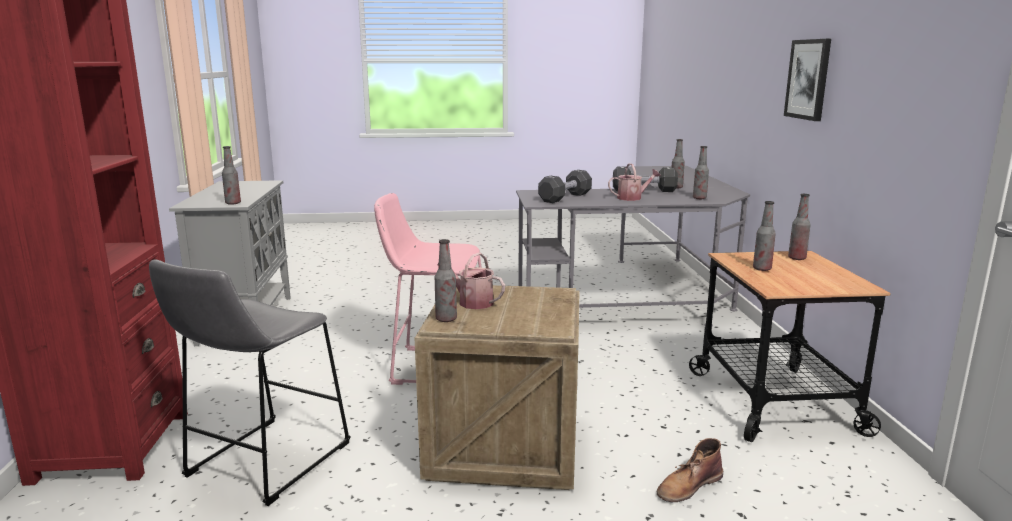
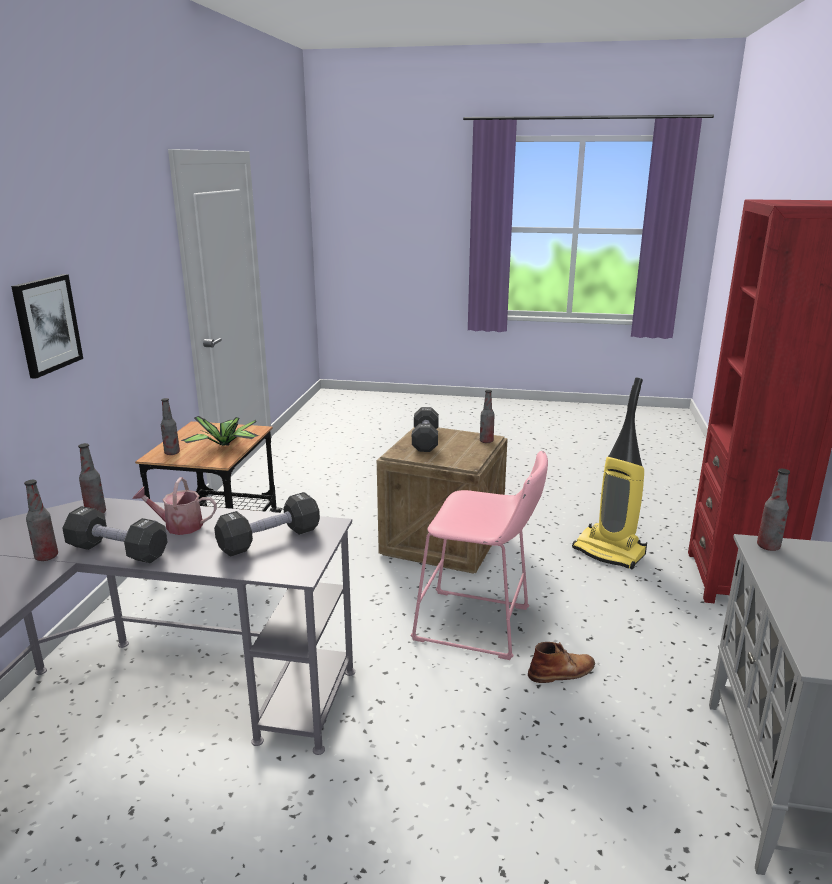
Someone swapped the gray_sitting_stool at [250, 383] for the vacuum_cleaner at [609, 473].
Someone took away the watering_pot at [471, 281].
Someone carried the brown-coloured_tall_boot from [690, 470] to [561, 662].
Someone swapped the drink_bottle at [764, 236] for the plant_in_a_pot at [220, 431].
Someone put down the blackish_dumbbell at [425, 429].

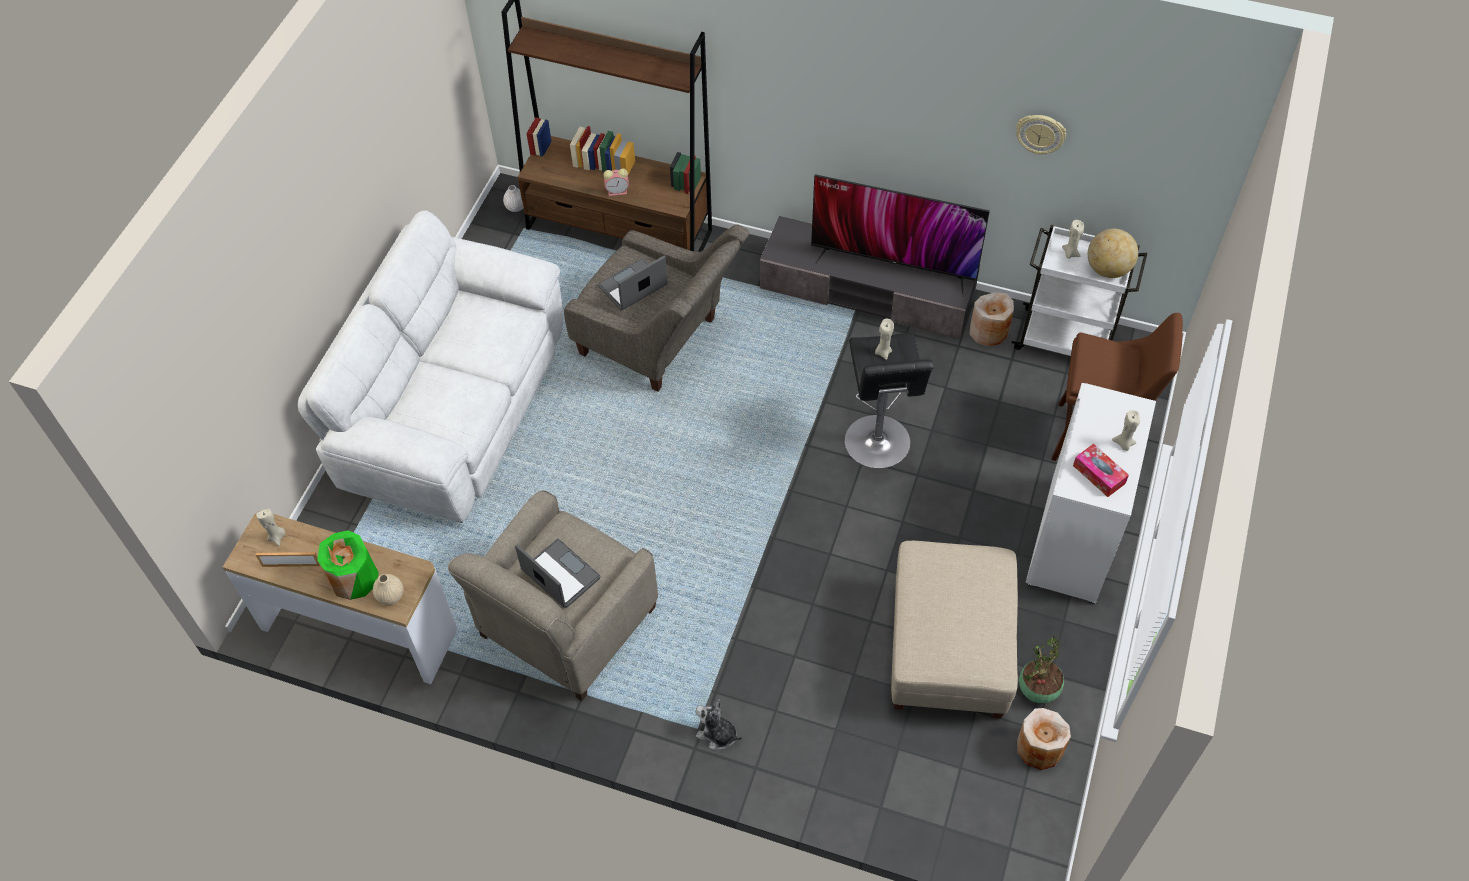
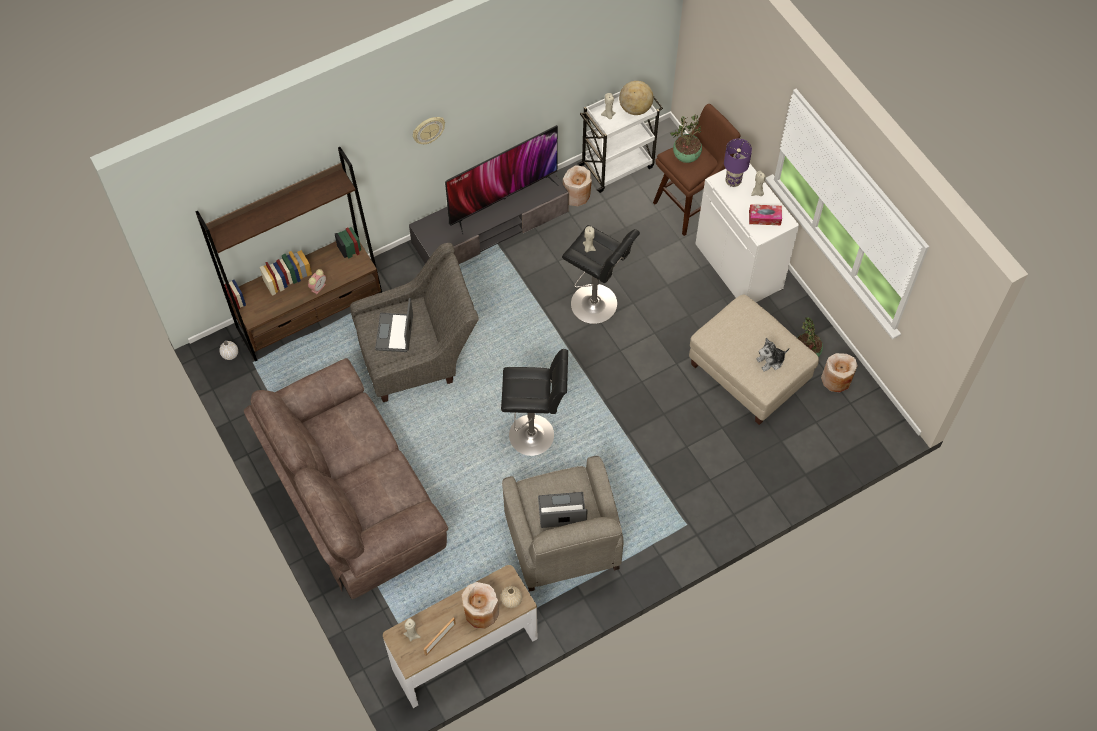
Someone repainted the white_sofa at [430, 367], which became the brown-coloured_sofa at [346, 478].
Someone repainted the green-coloured_vase at [348, 565], which became the beige_vase at [480, 605].
Someone carried the soft_toy from [719, 724] to [772, 355].
Someone carried the clock_on_the_wall from [1041, 135] to [429, 130].
Someone put down the blackish_sitting_stool at [534, 402].
Someone put down the plant_in_a_pot at [686, 138].
Someone put down the purplish_lamp_for_a_table at [738, 163].

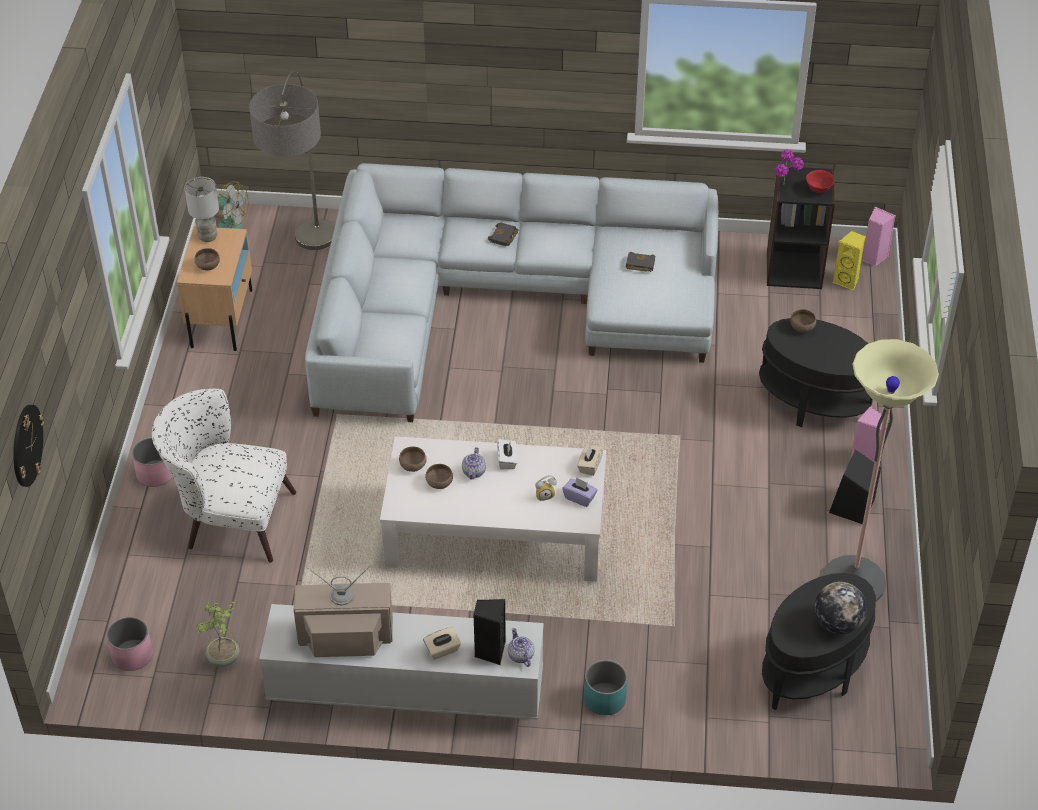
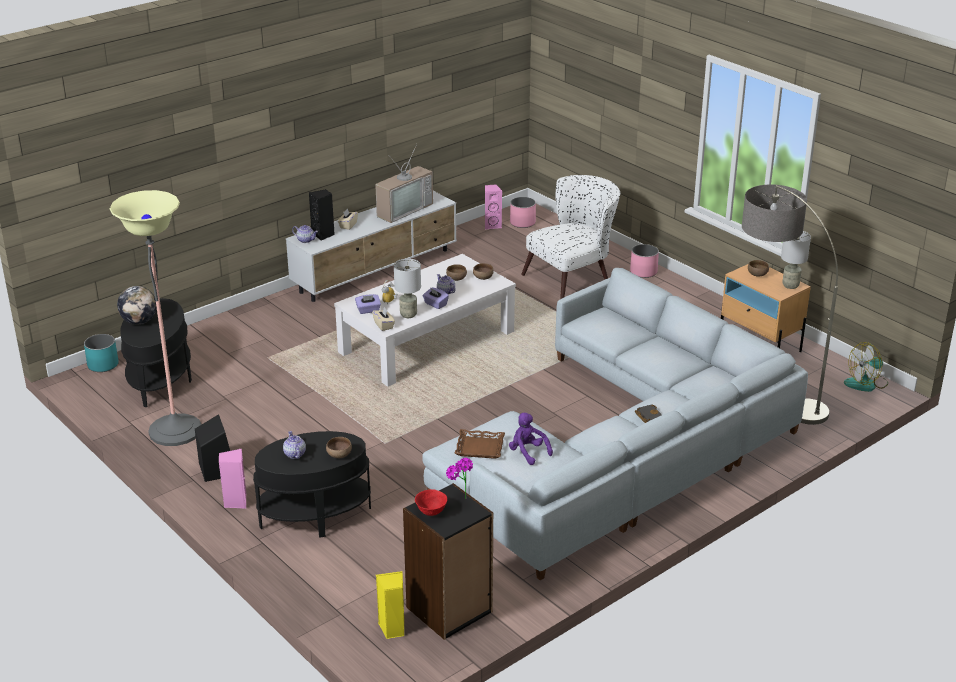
Someone took away the clock_on_the_wall at [28, 446].
Someone took away the plant_in_a_pot at [218, 634].
Someone repainted the white_box_of_tissues at [507, 454], which became the purplish_box_of_tissues at [436, 298].
Someone carried the turquoise_plant_pot from [605, 687] to [101, 353].
Someone swapped the blackish_volume at [640, 262] for the purplish_soft_toy at [531, 439].
Someone carried the pinkish_loudspeaker from [879, 236] to [493, 206].
Someone put down the tea_pot at [294, 445].
Someone put down the gray_lamp_for_a_table at [407, 288].
Someone put down the brown-coloured_carrying_tray at [479, 444].

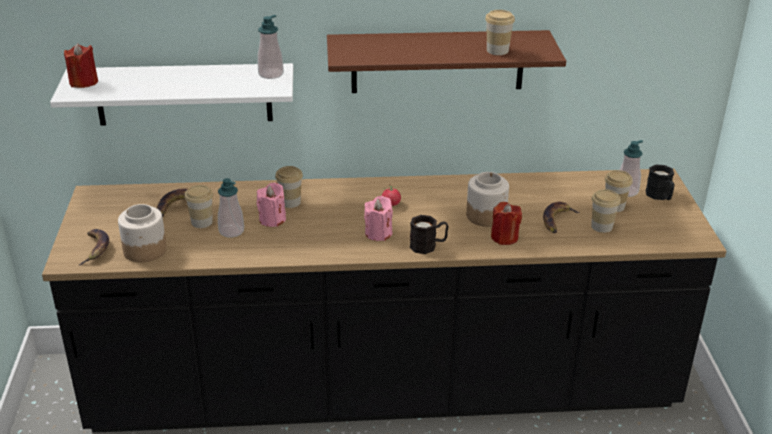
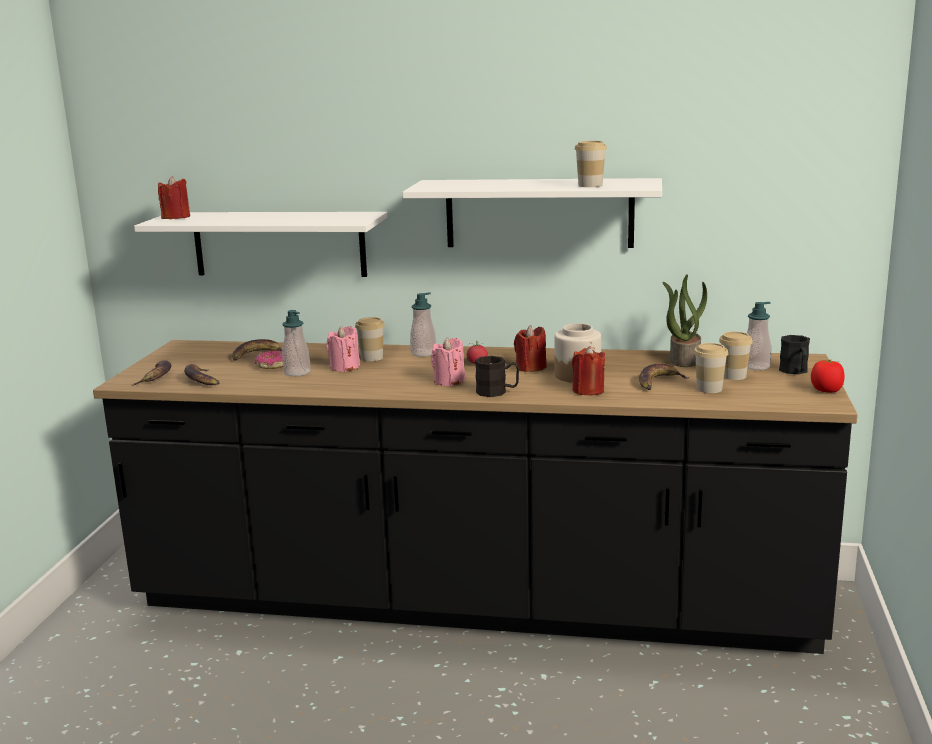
Someone swapped the storage_jar at [142, 233] for the banana_fruit at [201, 374].
Someone swapped the small_cup at [199, 206] for the donut at [268, 359].
Someone carried the liquid_soap_bottle from [270, 47] to [423, 324].
Someone repainted the brown-coloured_bracket_shelf at [446, 61], which became the white_bracket_shelf at [532, 213].
Someone put down the red-coloured_wax_candle at [530, 348].
Someone put down the plant_in_a_pot at [684, 320].
Someone put down the fresh_tomato at [828, 376].

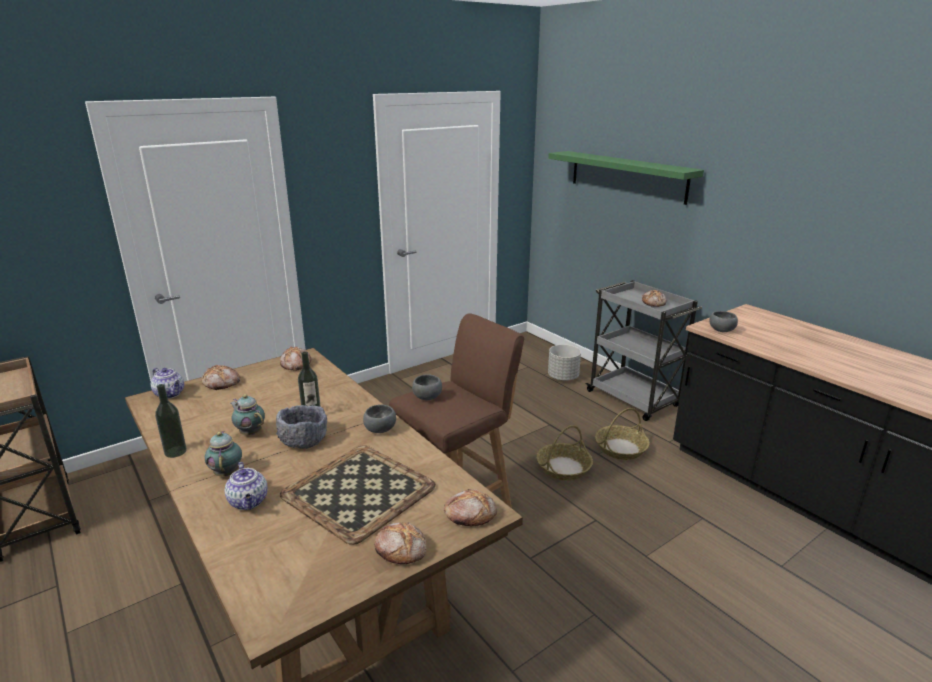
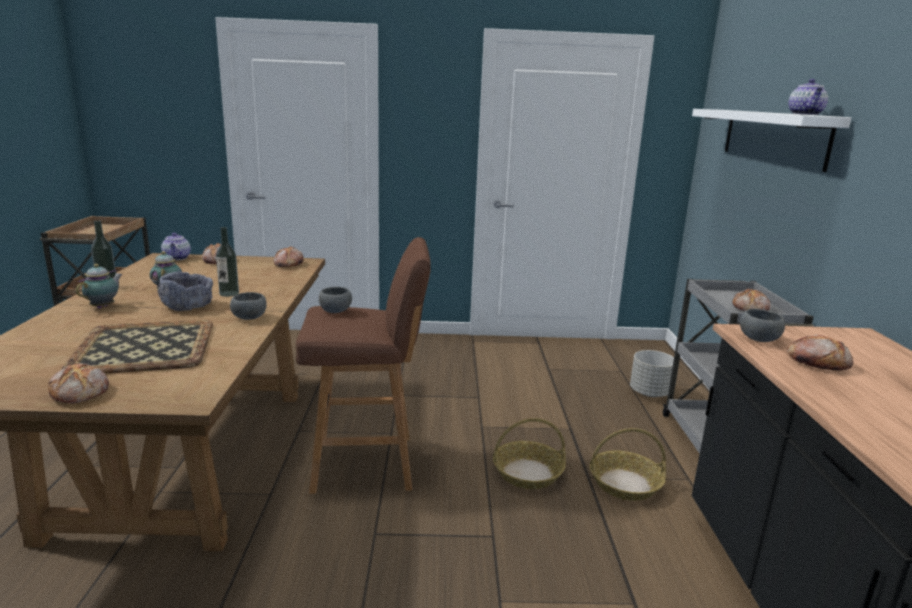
Someone carried the tea_pot from [246, 486] to [808, 97].
Someone carried the bakery_bread from [470, 507] to [820, 353].
Someone repainted the green-coloured_bracket_shelf at [626, 178], which became the white_bracket_shelf at [771, 140].

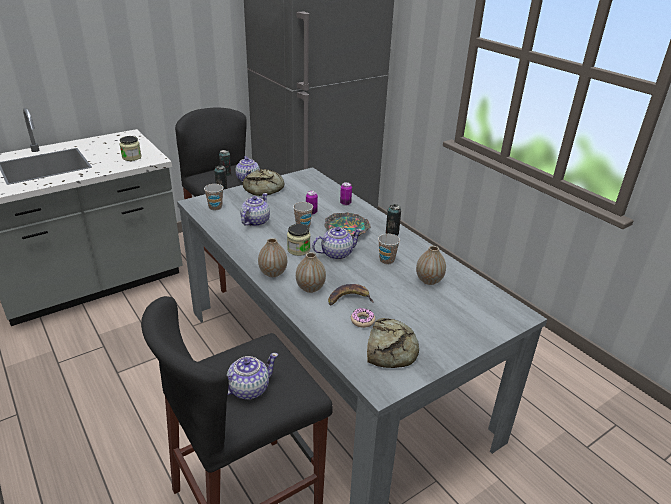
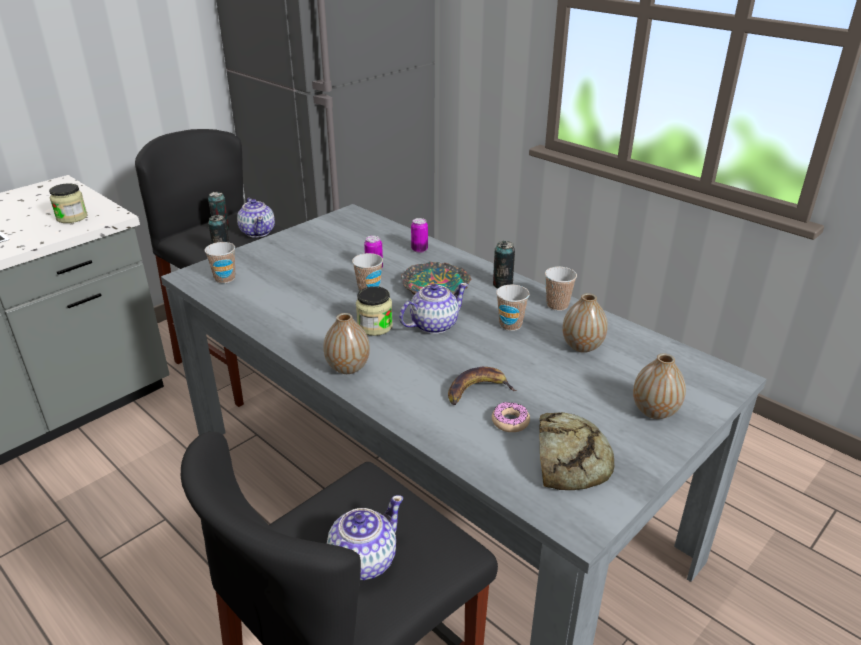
Someone took away the tea_pot at [255, 209].
Someone took away the bakery_bread at [264, 182].
Someone carried the vase from [311, 272] to [659, 386].
Someone put down the small_cup at [561, 289].

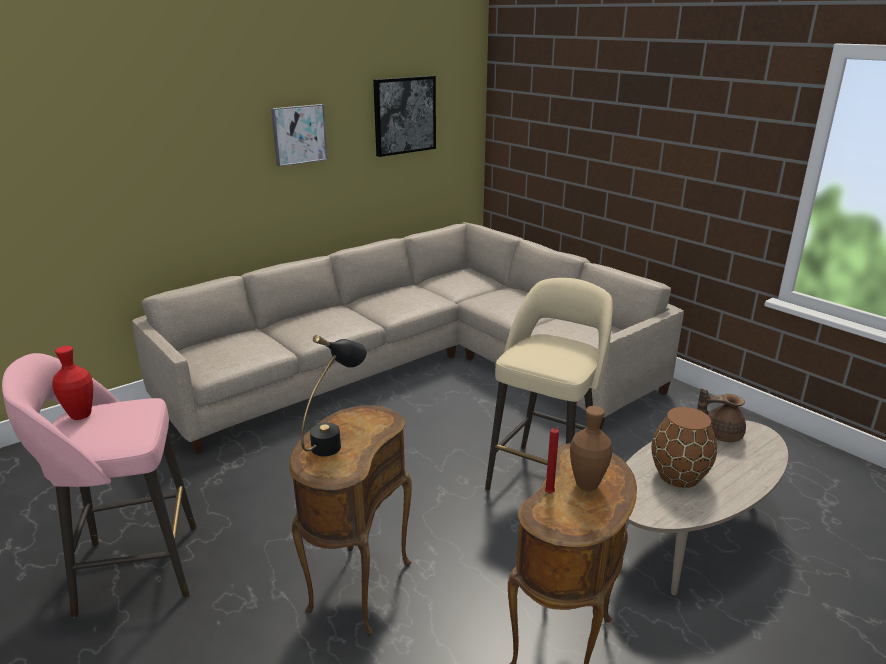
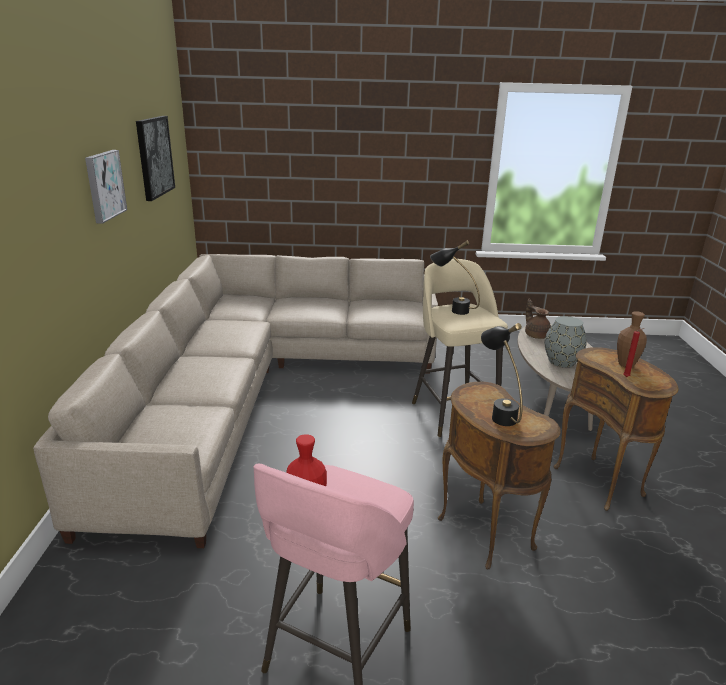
Someone repainted the brown-coloured_vase at [684, 447], which became the gray_vase at [566, 341].
Someone rotated the brown-coloured_tea_pot at [721, 415] by 105 degrees clockwise.
Someone put down the blackish_lamp_for_a_table at [455, 278].

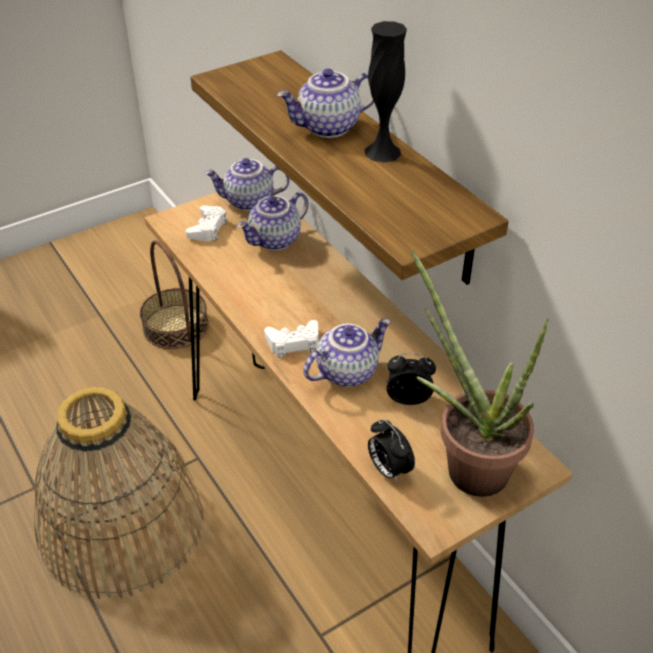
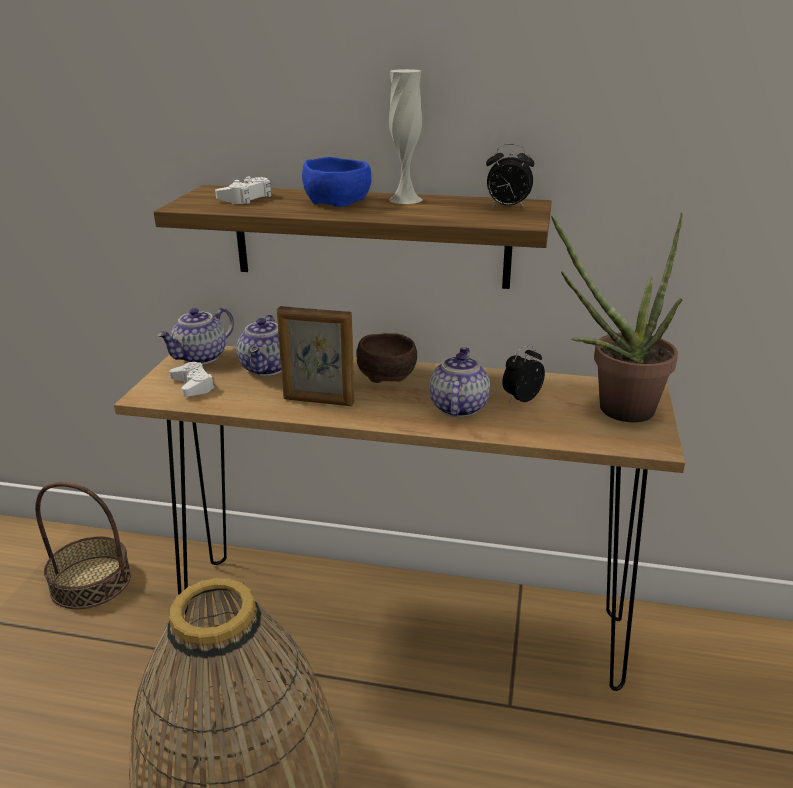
Someone carried the white_joypad from [291, 339] to [243, 190].
Someone swapped the tea_pot at [325, 103] for the blue_deep_dish at [336, 182].
Someone repainted the blackish_vase at [386, 92], which became the white_vase at [405, 136].
Someone carried the table_clock from [391, 451] to [510, 176].
Someone put down the picture_frame at [315, 356].
Someone put down the brown-coloured_deep_dish at [386, 358].

